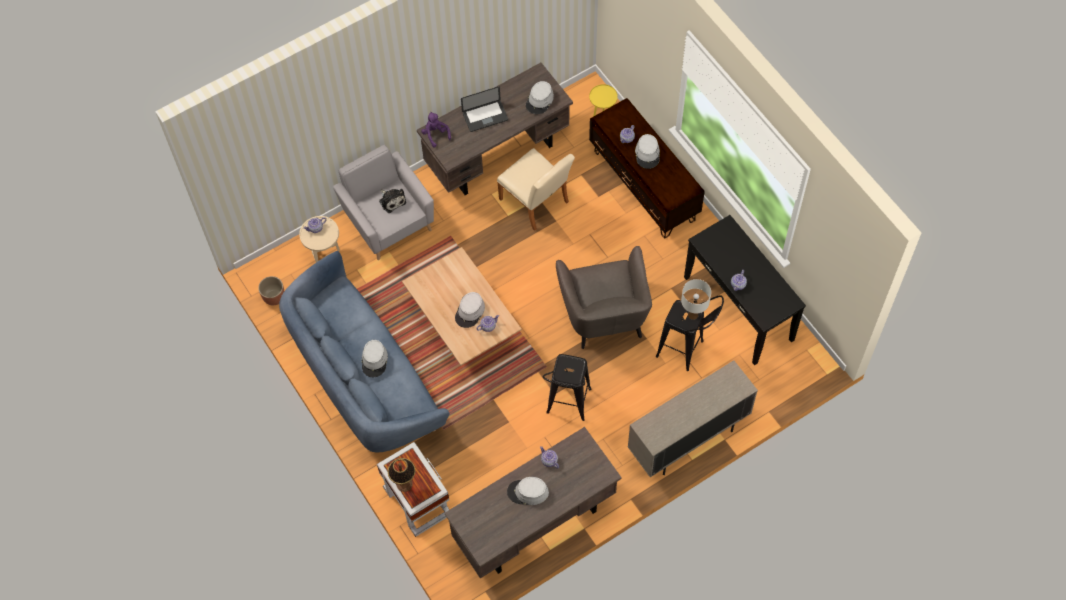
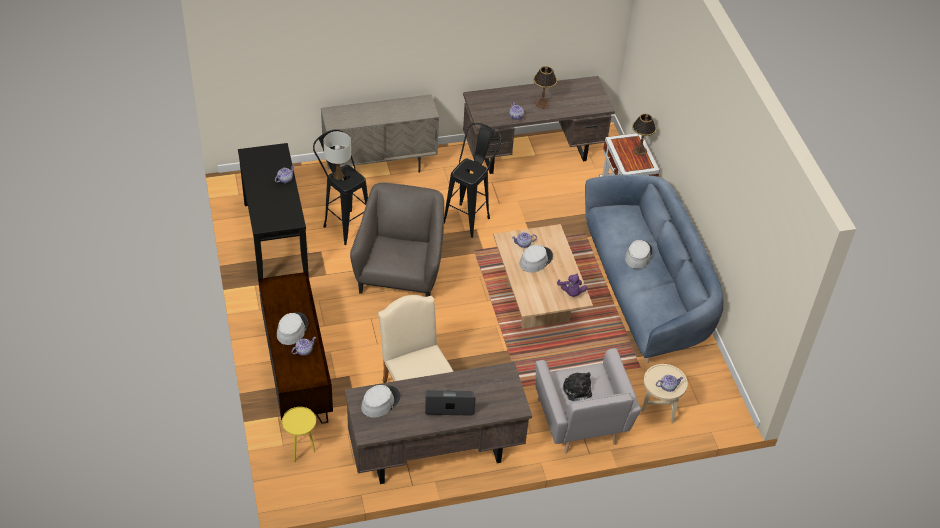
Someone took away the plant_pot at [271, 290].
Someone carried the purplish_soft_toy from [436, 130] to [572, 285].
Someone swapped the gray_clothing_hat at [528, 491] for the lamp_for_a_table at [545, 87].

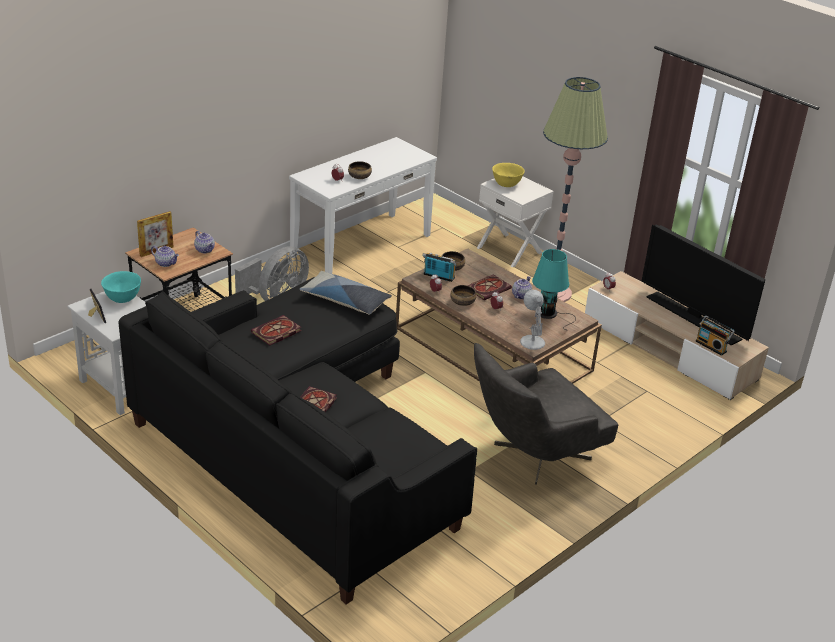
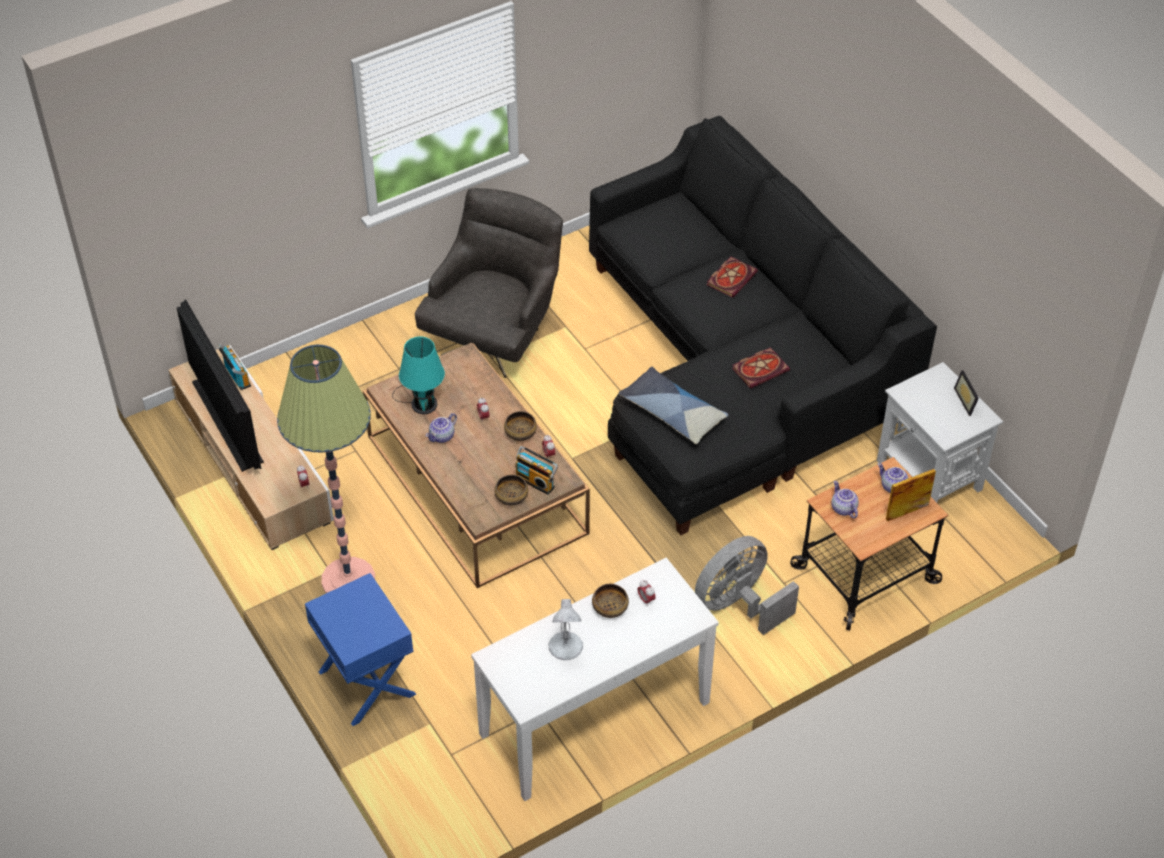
Someone took away the turquoise_deep_dish at [121, 287].
Someone took away the volume at [490, 287].
Someone rotated the gray_lounge_chair at [546, 414] by 45 degrees counterclockwise.
Someone repainted the white_night_table at [515, 222], which became the blue_night_table at [360, 649].
Someone took away the yellow-coloured_deep_dish at [508, 175].
Someone carried the white_lamp_for_a_table from [532, 320] to [566, 629].

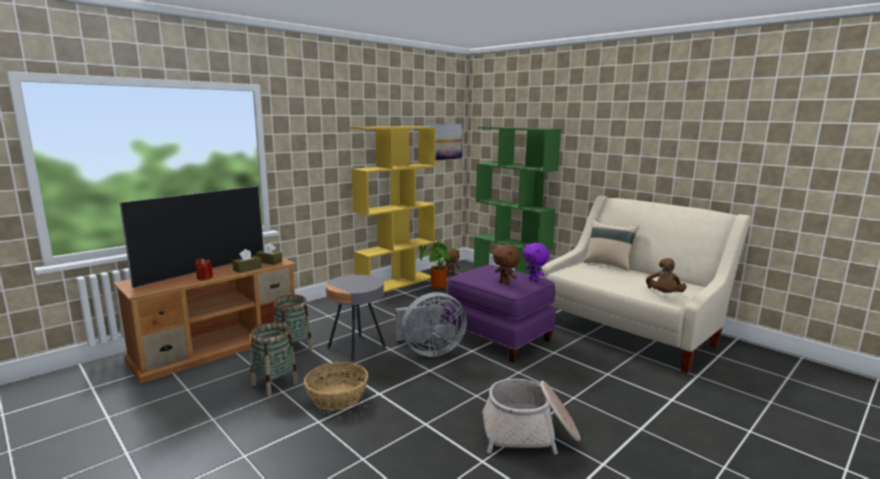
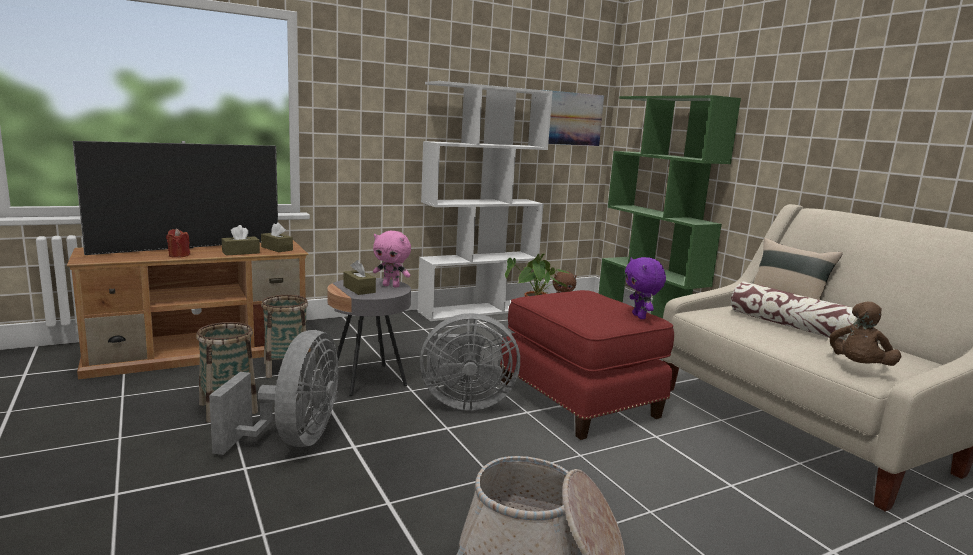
Someone swapped the basket at [336, 386] for the gray_fan at [273, 392].
Someone repainted the yellow-coloured_bookcase at [393, 209], which became the white_bookcase at [485, 201].
Someone repainted the purplish_footrest at [499, 314], which became the red-coloured_footrest at [587, 365].
Someone took away the brown-coloured_soft_toy at [506, 265].
Someone put down the brown-coloured_box_of_tissues at [359, 277].
Someone put down the pinkish_soft_toy at [392, 259].
Someone put down the pillow at [794, 311].

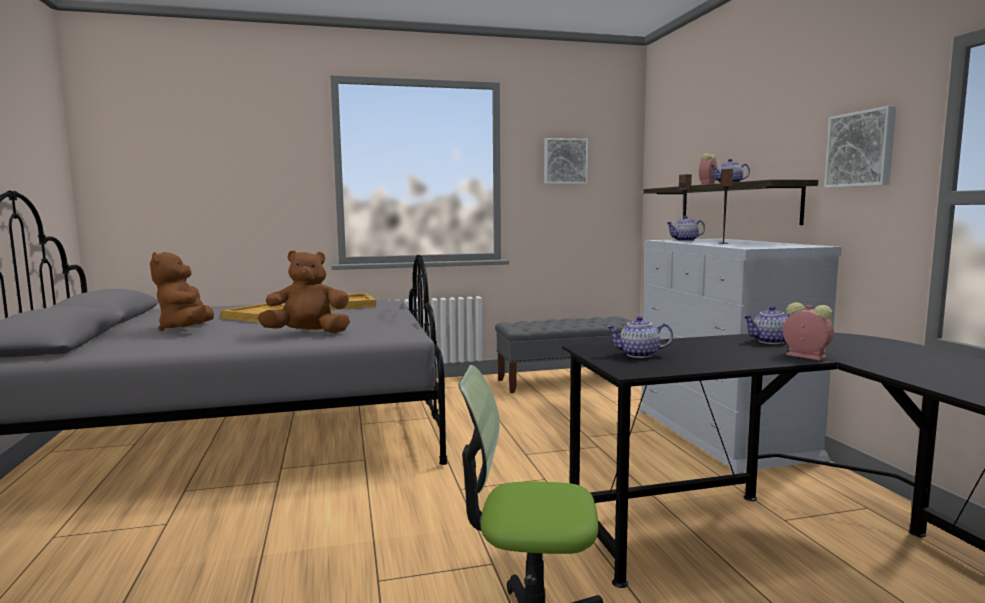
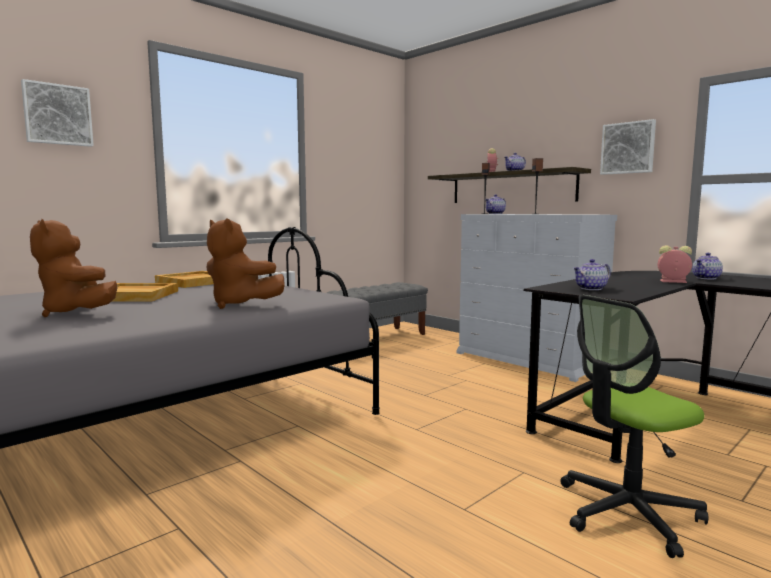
Someone rotated the brown-coloured_soft_toy at [303, 291] by 105 degrees counterclockwise.
Someone carried the picture from [566, 161] to [57, 113].
Someone carried the tea_pot from [768, 325] to [707, 266].

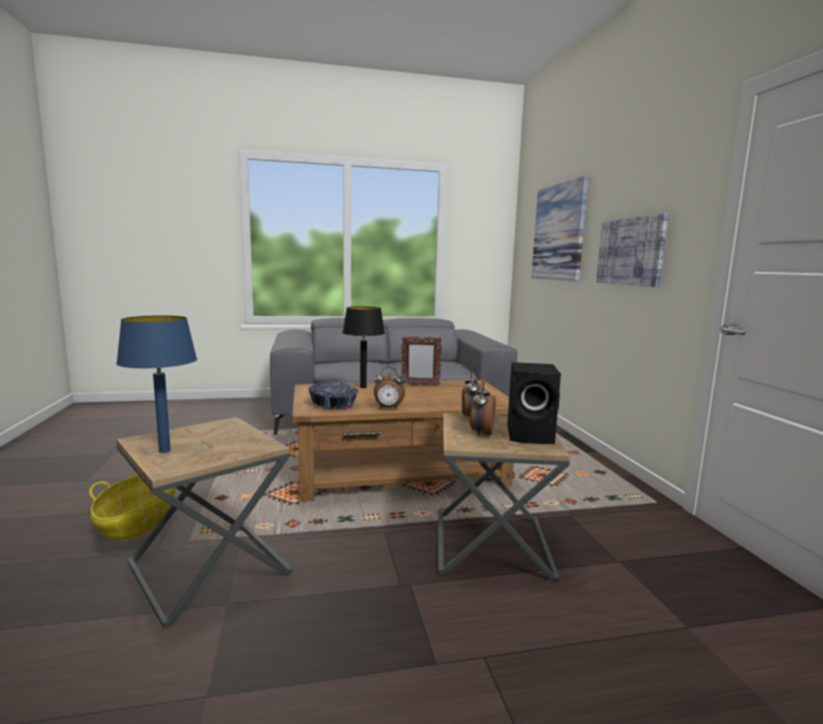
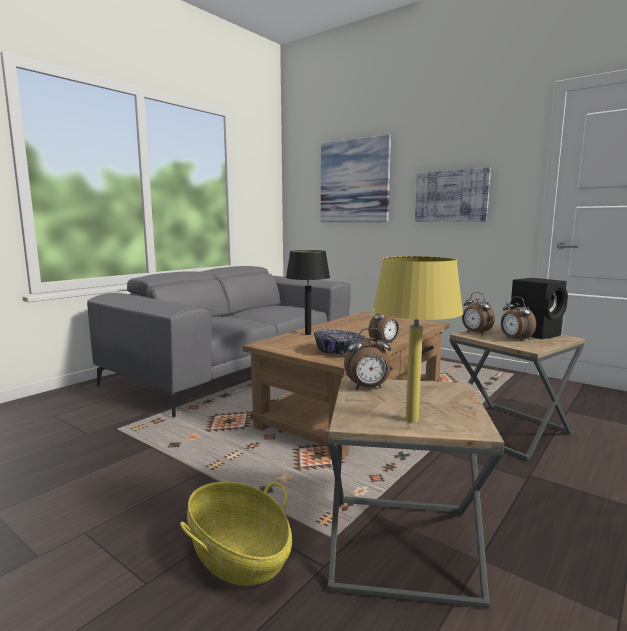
Someone repainted the blue_lamp_for_a_table at [156, 384], which became the yellow-coloured_lamp_for_a_table at [418, 339].
Someone took away the picture_frame at [421, 361].
Someone put down the table_clock at [367, 358].

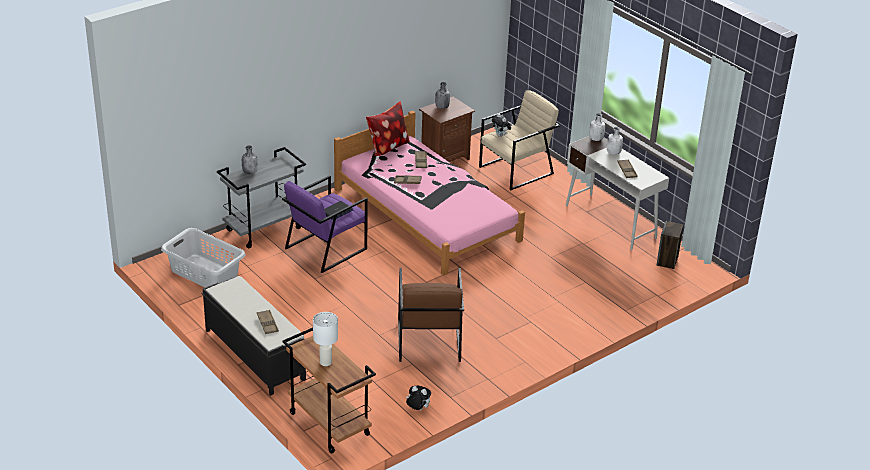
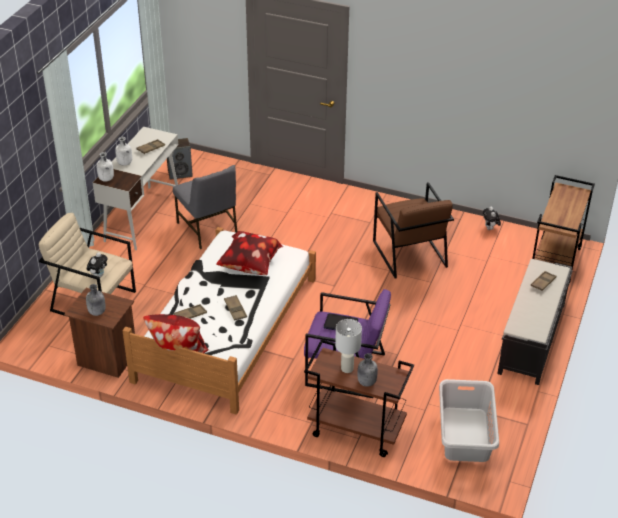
Someone repainted the gray_trolley at [261, 198], which became the brown-coloured_trolley at [359, 398].
Someone carried the white_lamp_for_a_table from [325, 339] to [348, 346].
Someone repainted the pinkish_sleeping_bed at [429, 193], which became the white_sleeping_bed at [219, 321].
Someone rotated the brown-coloured_lounge_chair at [431, 315] by 105 degrees clockwise.
Someone put down the gray_chair at [205, 207].
Someone put down the pillow at [249, 253].

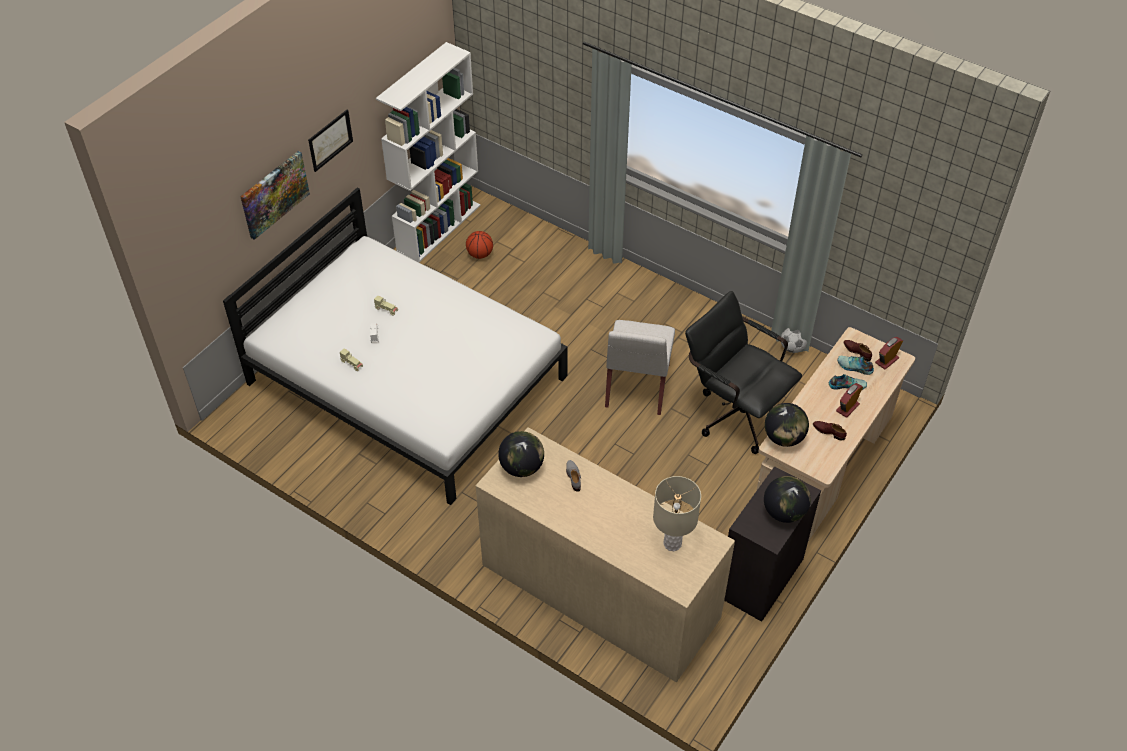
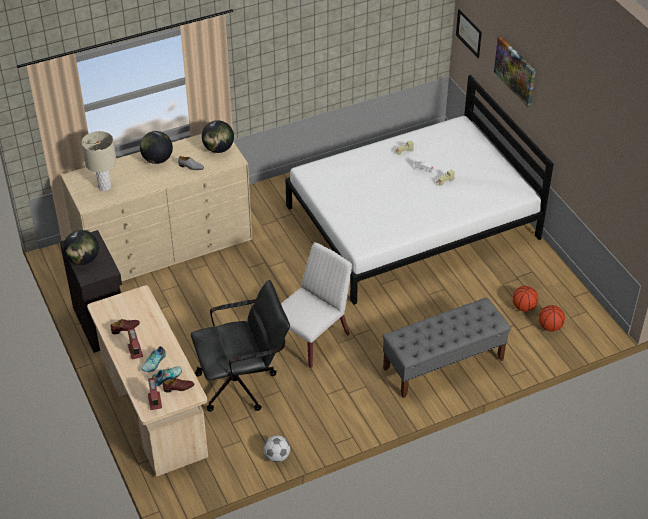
Someone carried the picture from [330, 140] to [469, 33].
Someone took away the white_bookcase at [428, 152].
Someone rotated the white_chair at [640, 367] by 90 degrees clockwise.
Someone carried the globe from [787, 425] to [156, 147].
Someone put down the gray_bench at [446, 347].
Someone put down the basketball_ball at [552, 318].

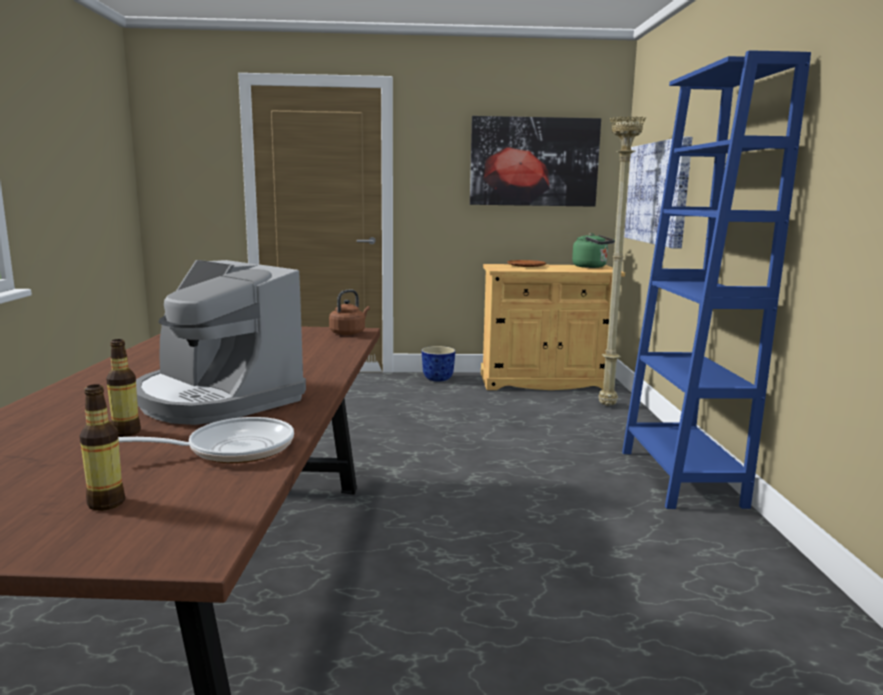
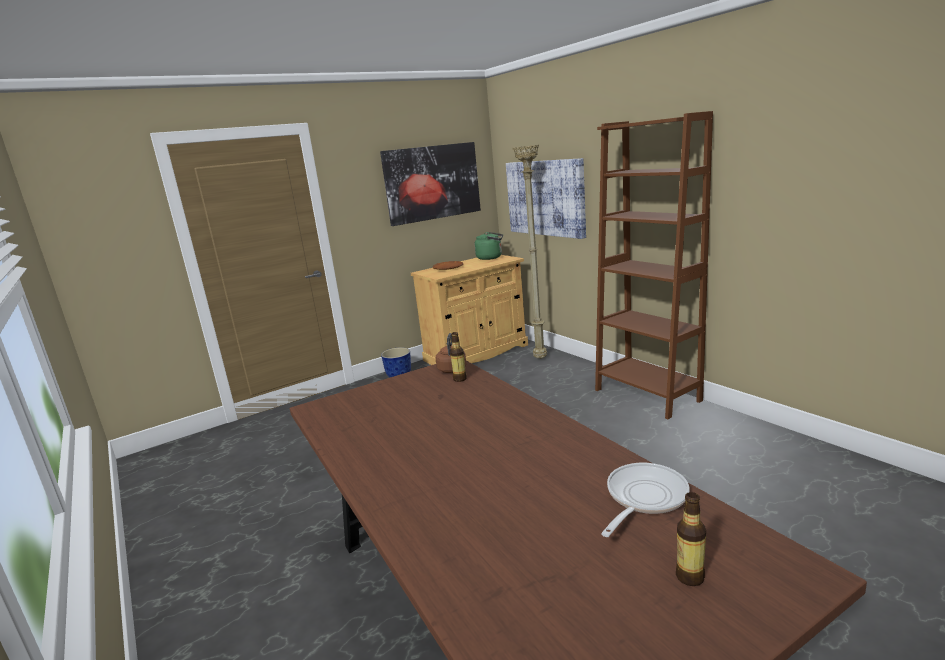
Someone carried the drink_bottle from [123, 388] to [458, 357].
Someone took away the coffee_machine at [221, 342].
Someone repainted the blue_bookcase at [716, 280], which became the brown-coloured_bookcase at [654, 265].

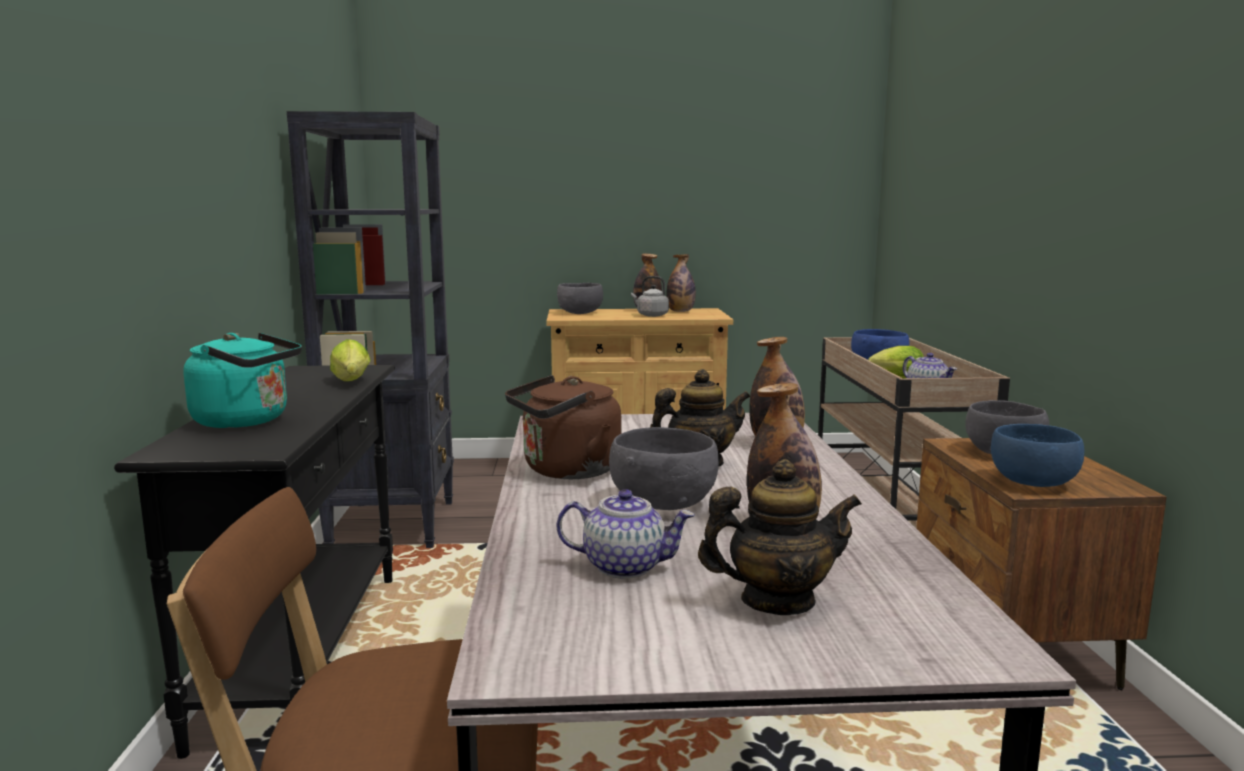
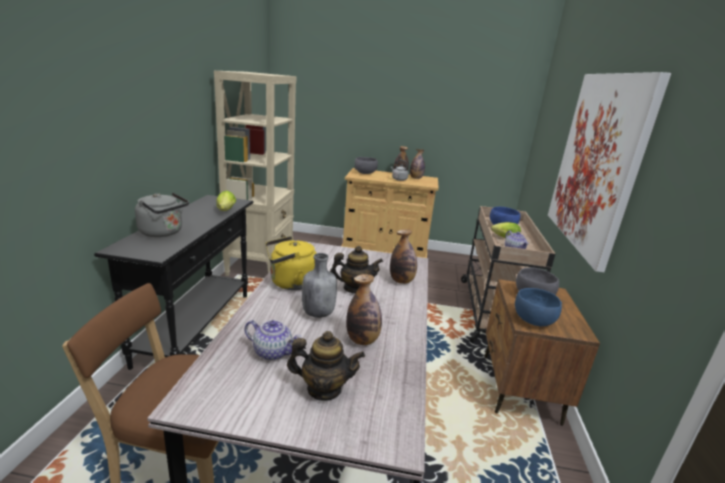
Someone repainted the turquoise_kettle at [242, 380], which became the gray_kettle at [162, 215].
Someone repainted the blackish_bookcase at [370, 329], which became the beige_bookcase at [255, 173].
Someone repainted the brown-coloured_kettle at [563, 427], which became the yellow-coloured_kettle at [291, 263].
Someone swapped the gray_deep_dish at [664, 468] for the gray_drink_bottle at [319, 285].
Someone put up the picture at [609, 172].

